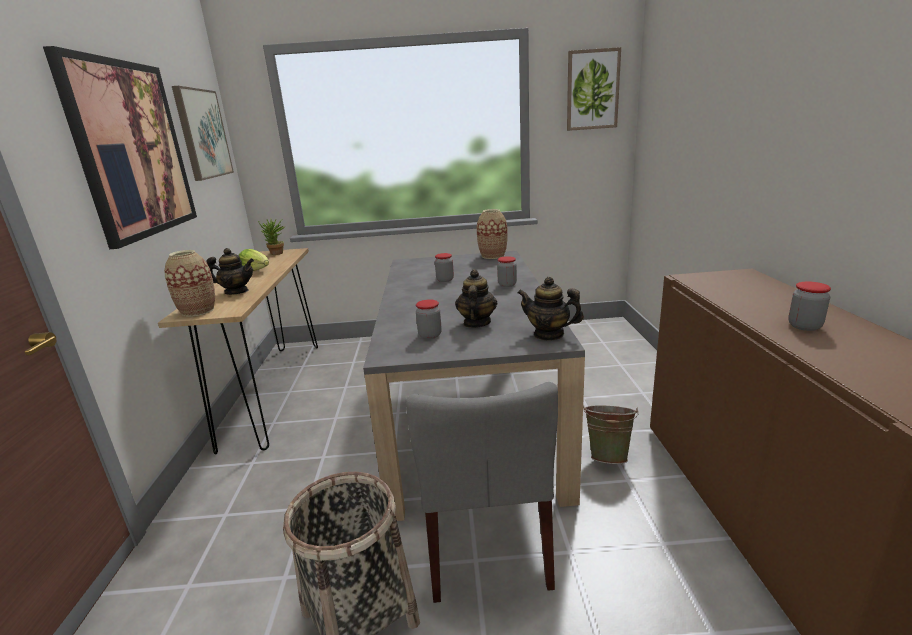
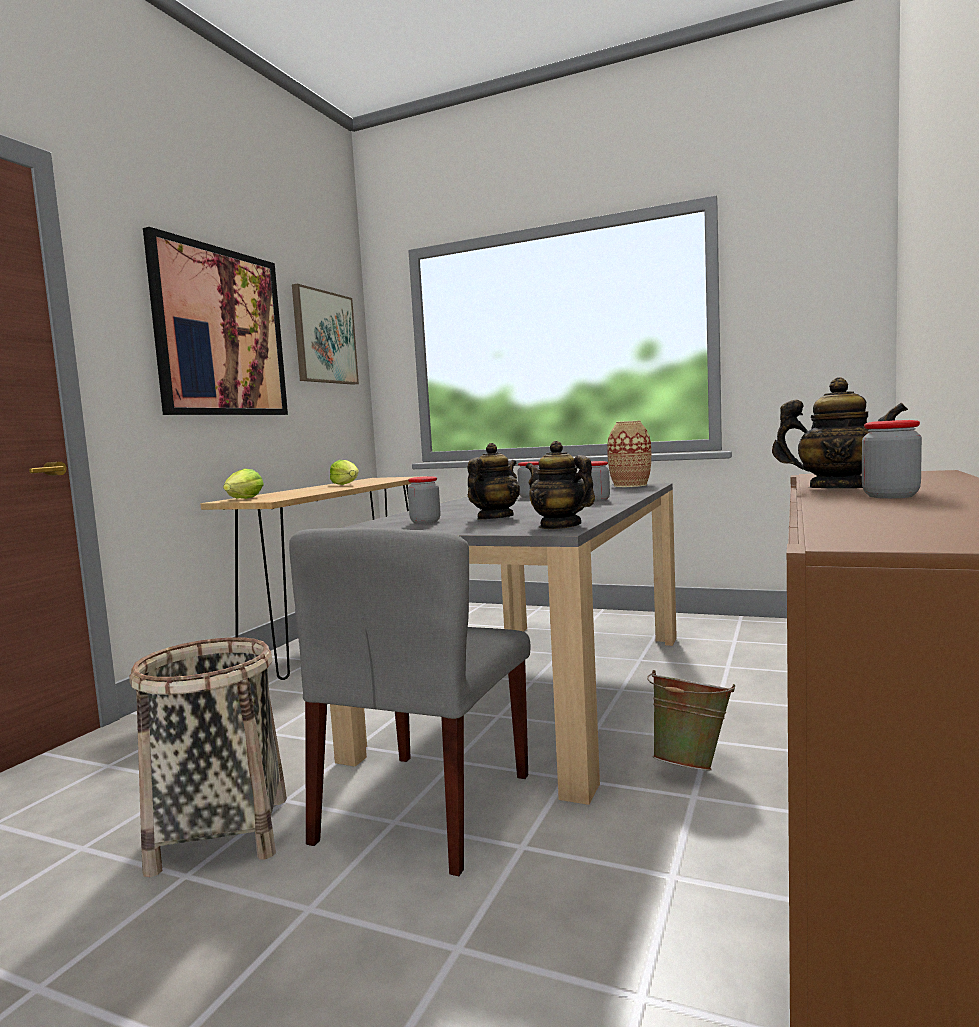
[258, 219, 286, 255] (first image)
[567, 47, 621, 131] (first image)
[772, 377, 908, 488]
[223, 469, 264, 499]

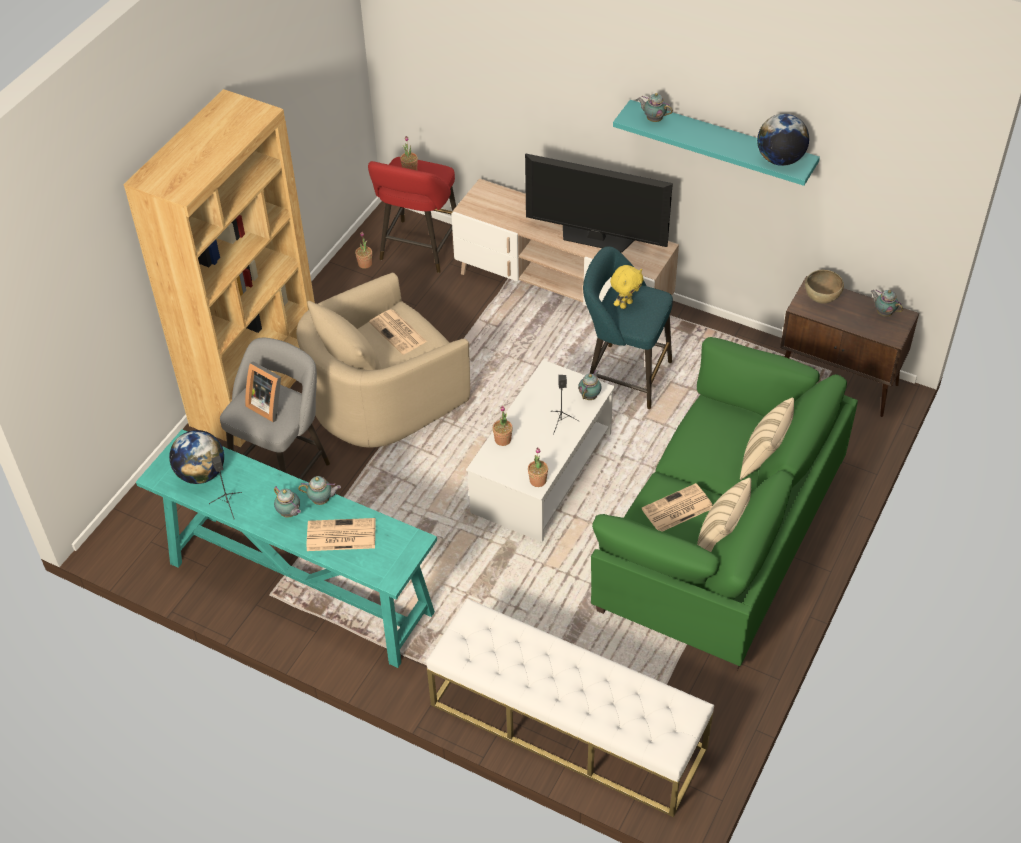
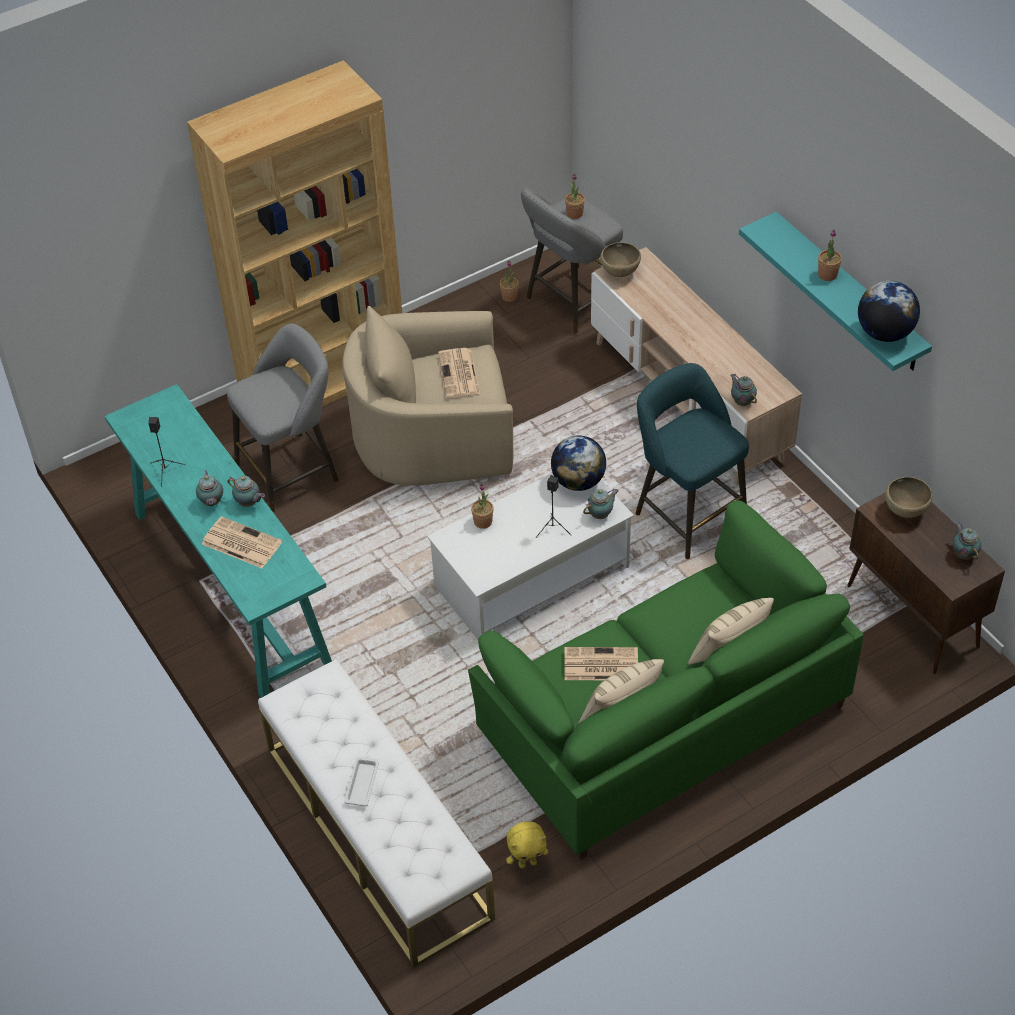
[245, 361, 281, 422] (first image)
[525, 154, 673, 253] (first image)
[344, 756, 379, 806]
[600, 242, 641, 277]
[551, 435, 606, 491]
[818, 230, 842, 281]
[506, 821, 548, 868]
[730, 374, 757, 406]
[521, 188, 623, 334]

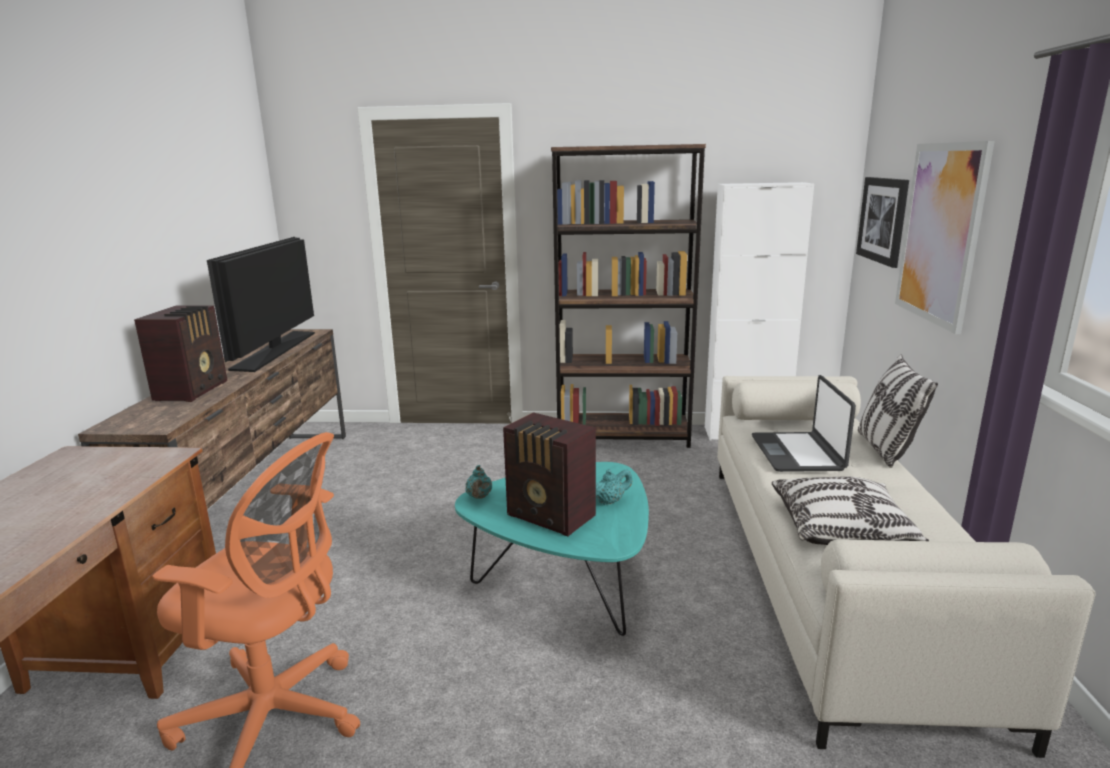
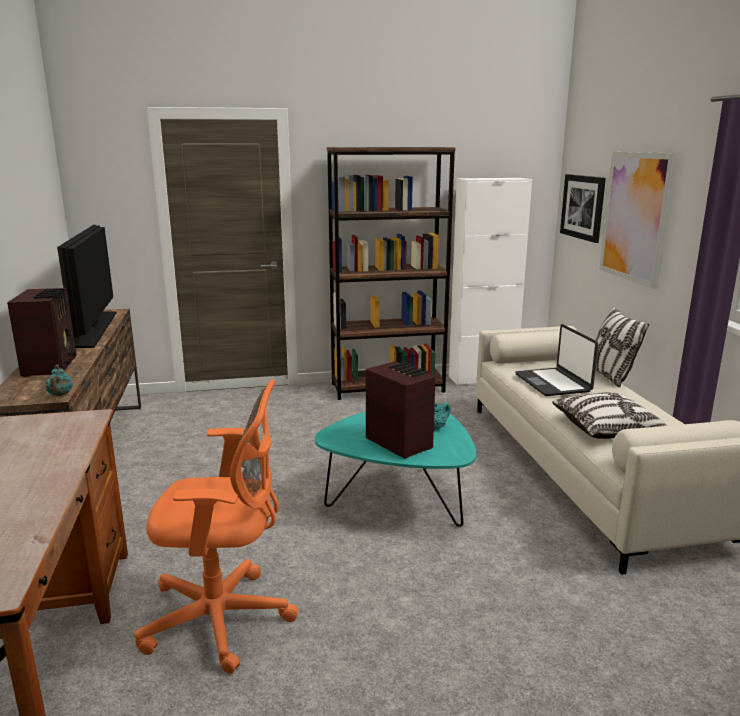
[46, 365, 73, 396]
[366, 361, 435, 459]

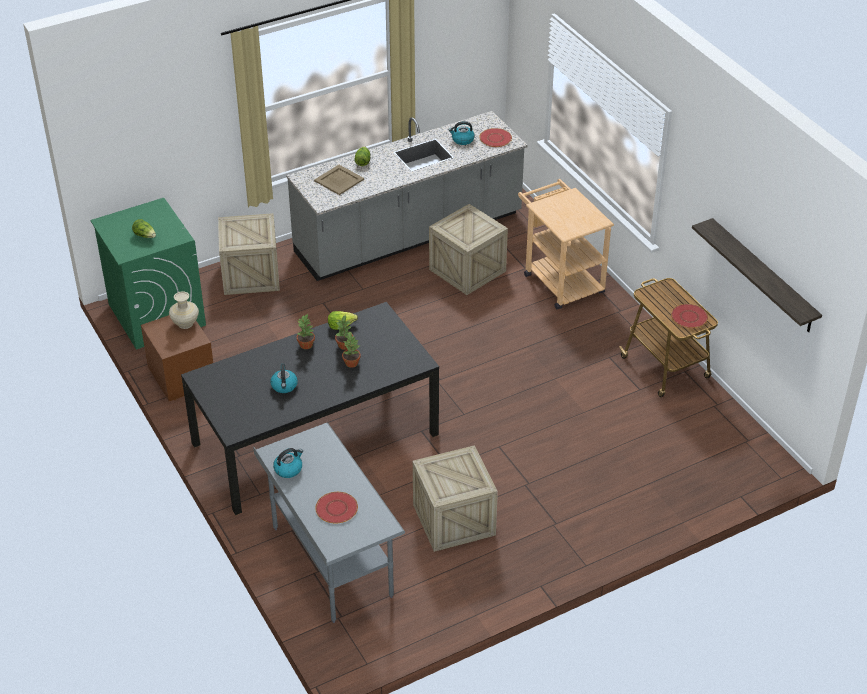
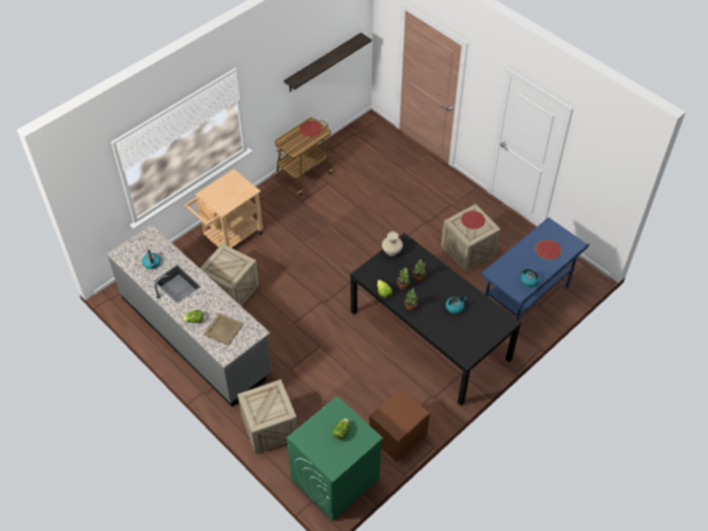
[382, 231, 403, 256]
[461, 211, 485, 229]
[481, 217, 589, 321]

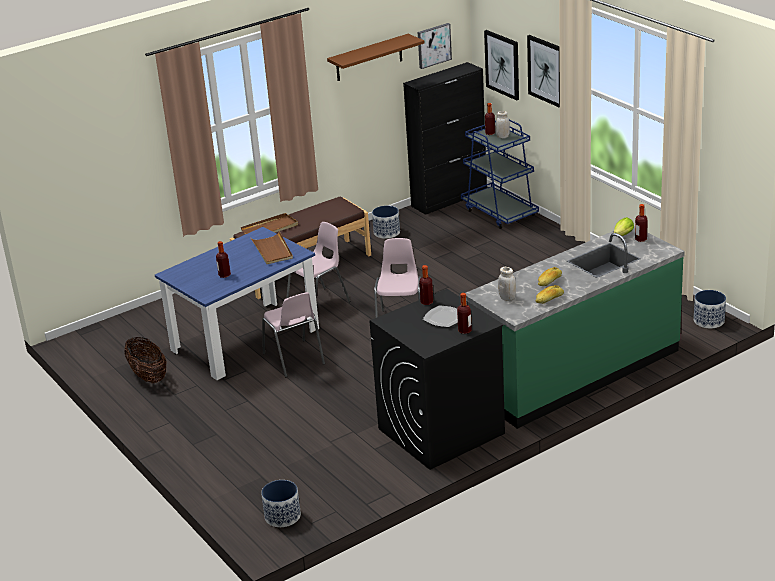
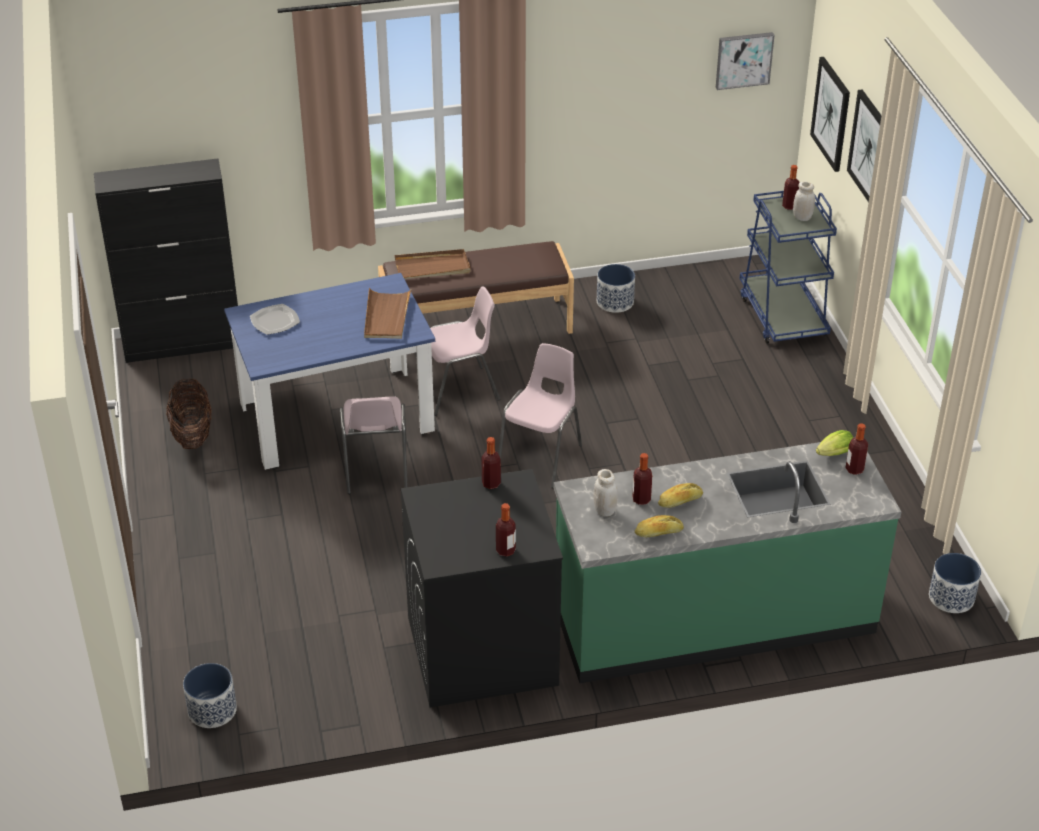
[327, 34, 424, 81] (first image)
[633, 453, 652, 505]
[94, 159, 238, 363]
[250, 304, 300, 335]

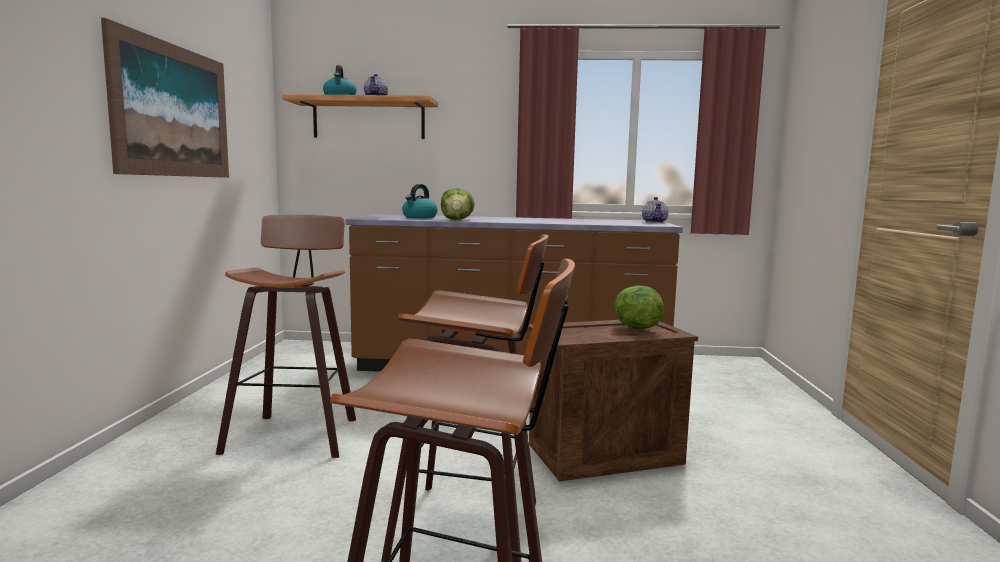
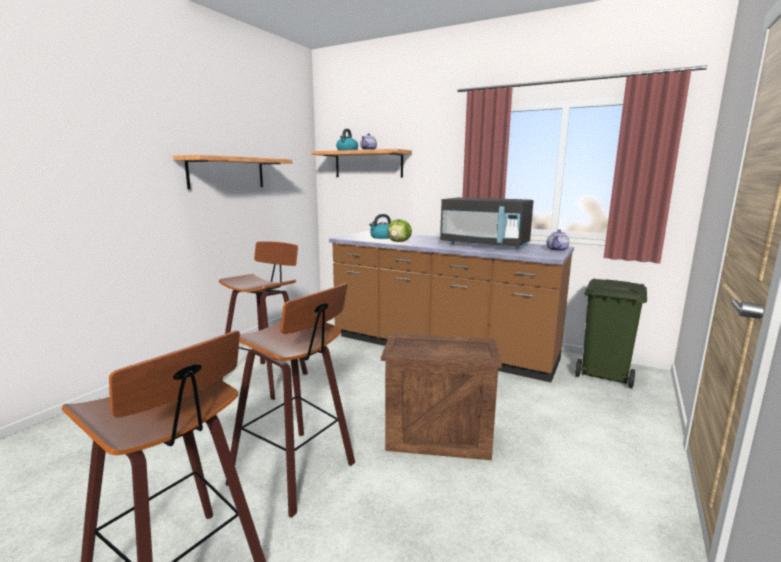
[614, 286, 664, 329] (first image)
[440, 197, 533, 250]
[575, 278, 647, 388]
[173, 155, 292, 189]

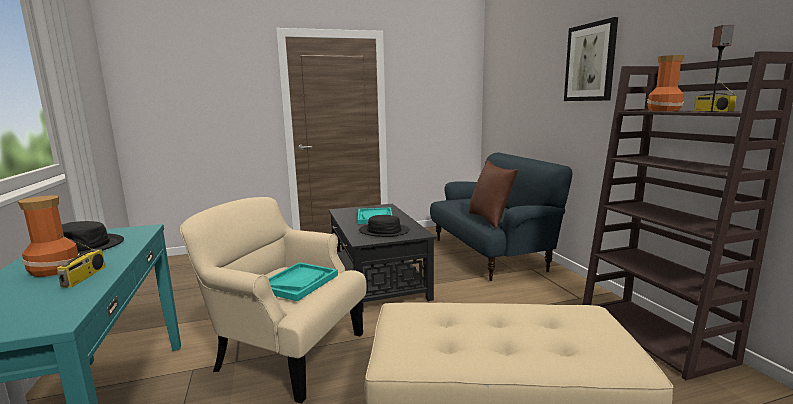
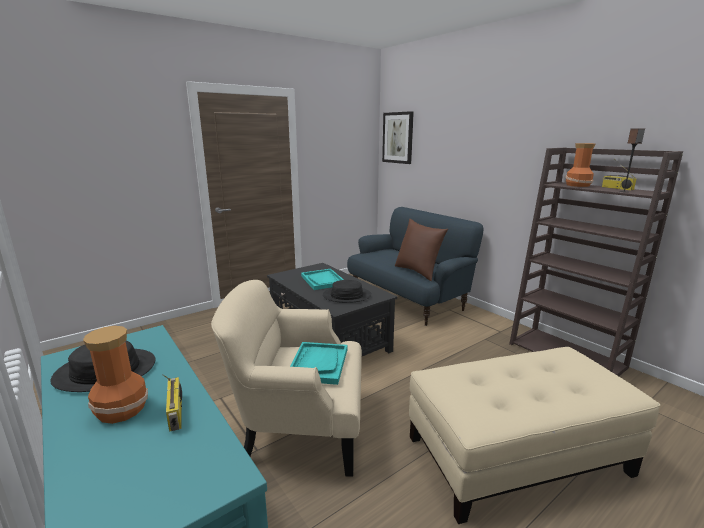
[382, 111, 414, 164]

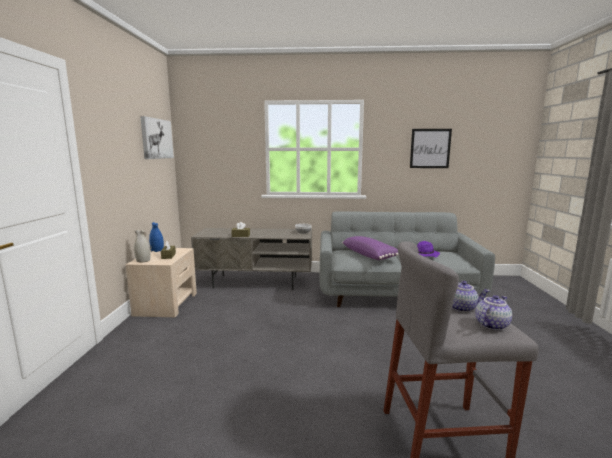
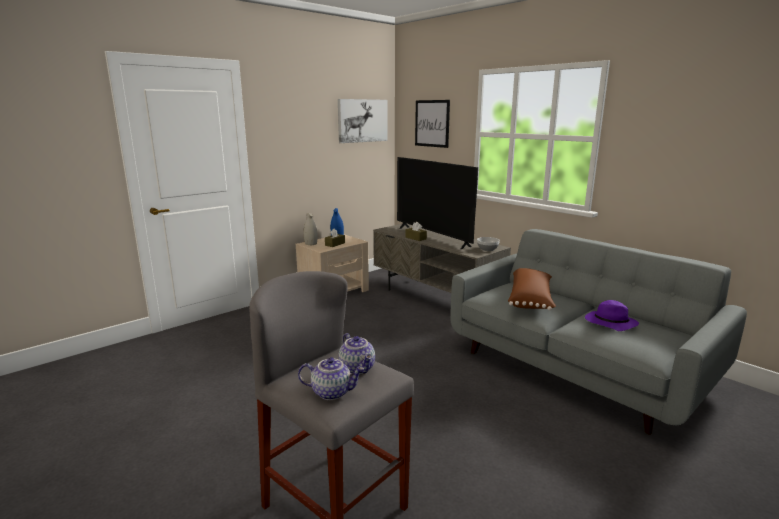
[397, 157, 478, 249]
[415, 100, 450, 148]
[508, 268, 556, 310]

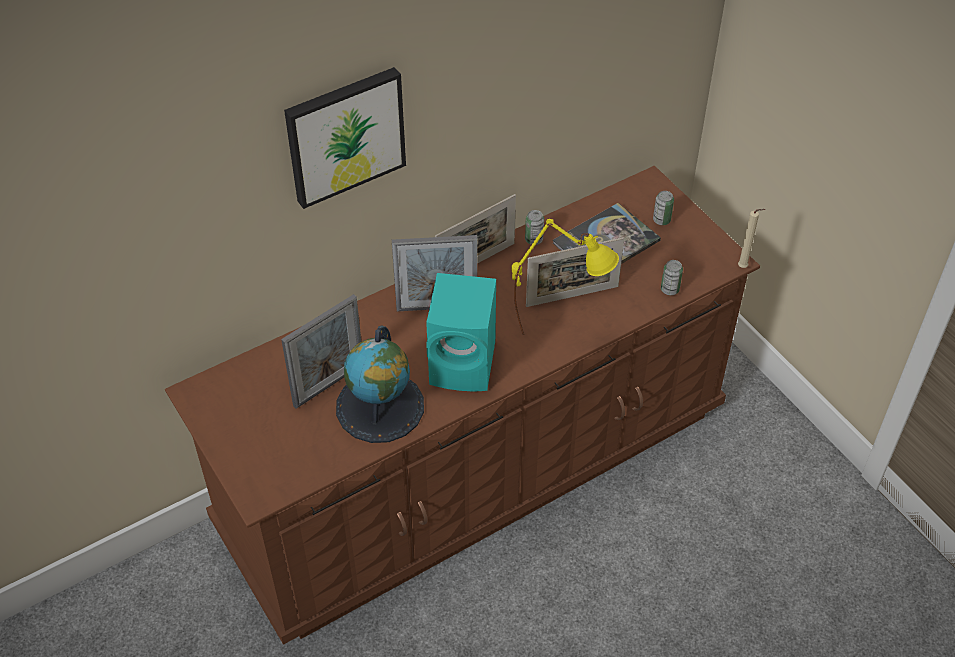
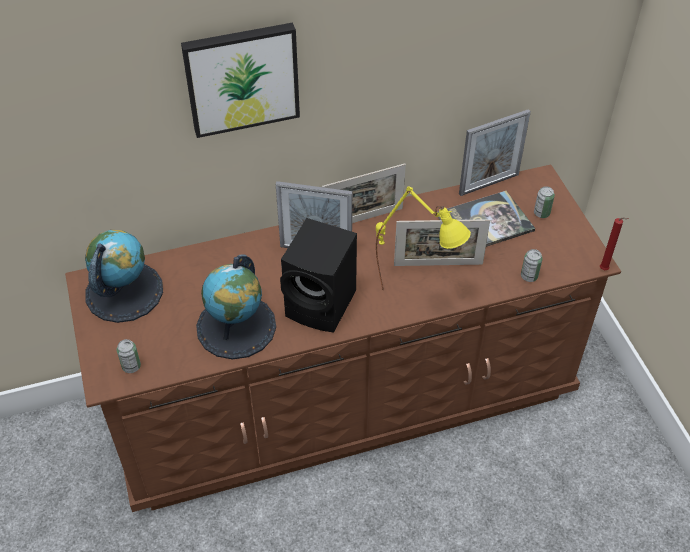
[85, 230, 163, 323]
[459, 109, 531, 196]
[117, 339, 141, 373]
[280, 218, 357, 332]
[600, 217, 629, 270]

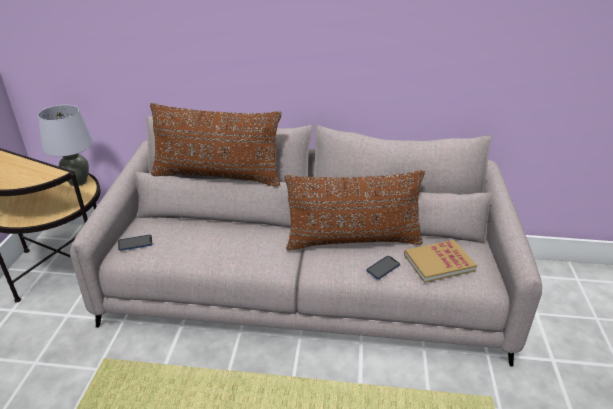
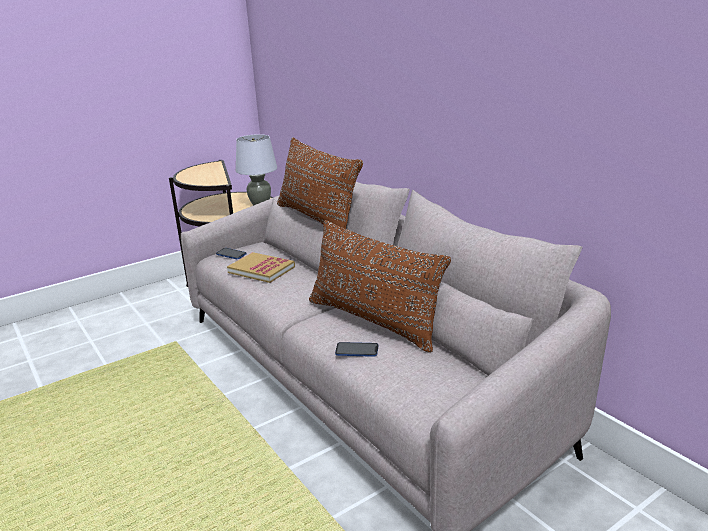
[227, 252, 295, 283]

